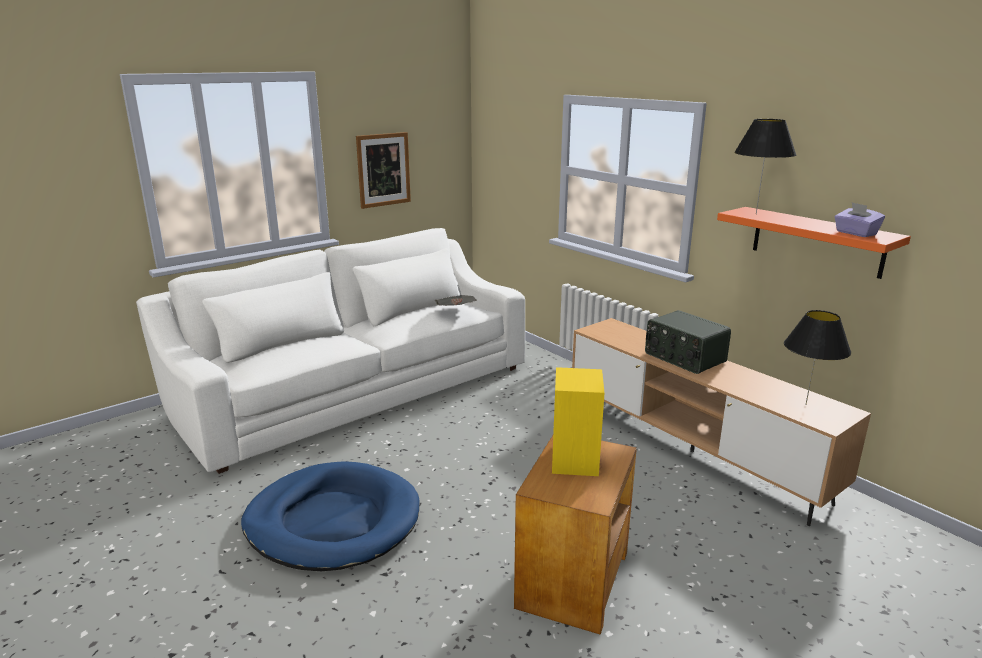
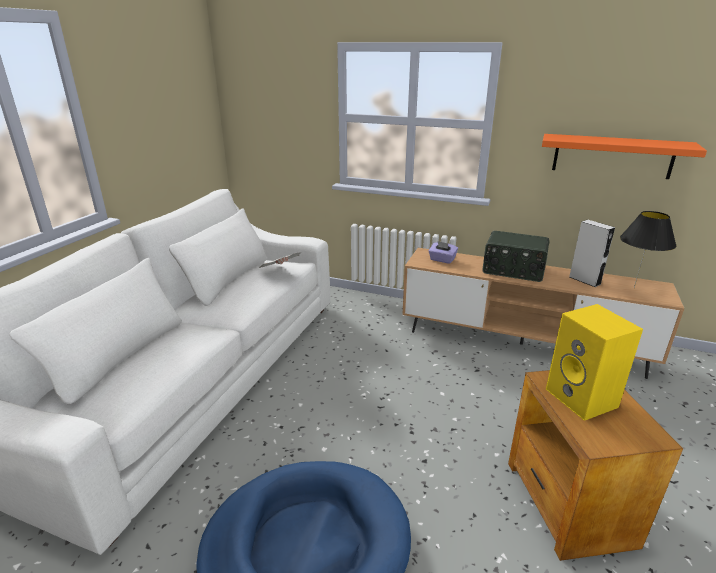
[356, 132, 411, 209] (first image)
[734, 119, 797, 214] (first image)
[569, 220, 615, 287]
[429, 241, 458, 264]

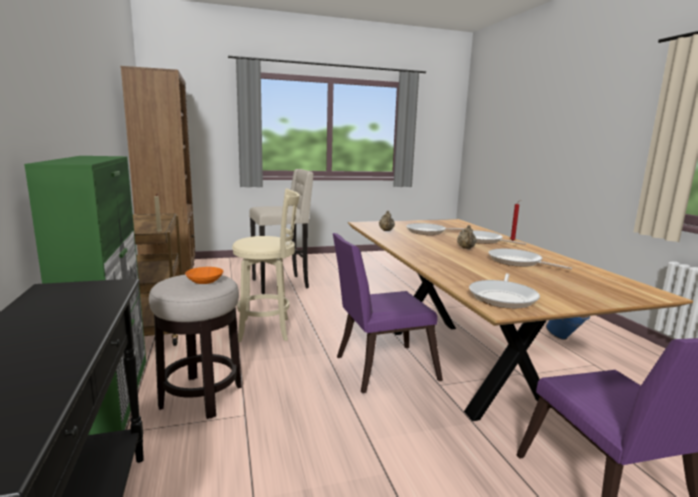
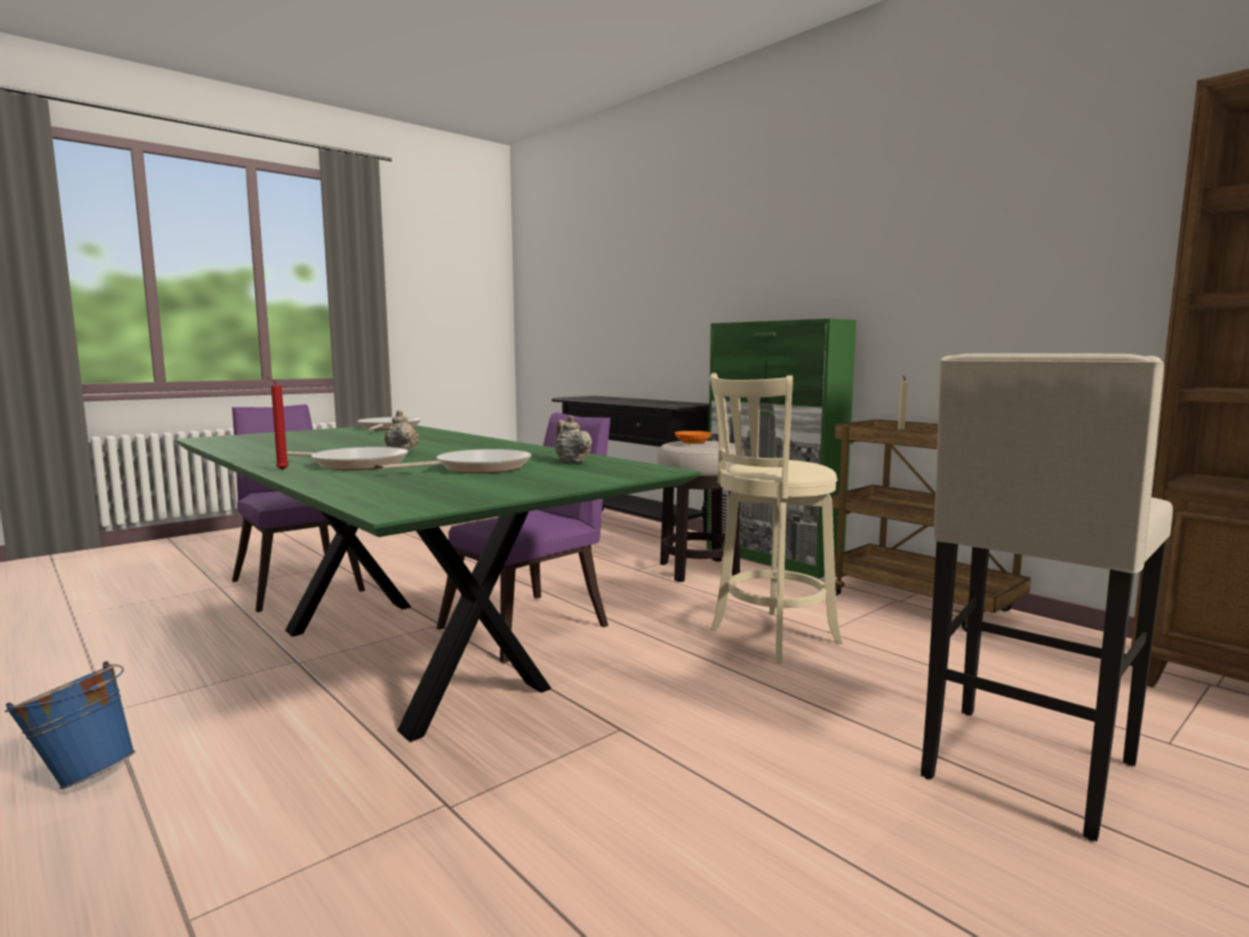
[489, 249, 572, 270] (first image)
[175, 425, 701, 742]

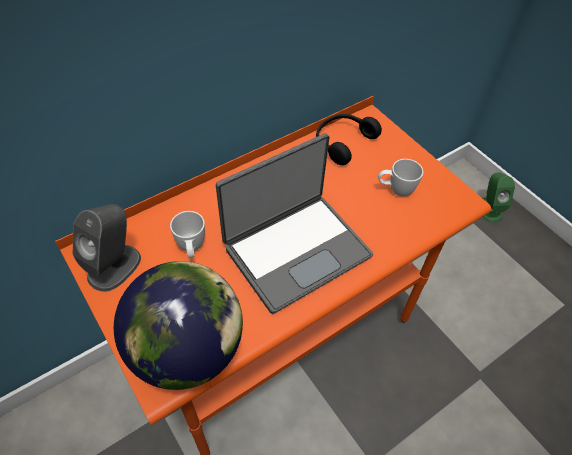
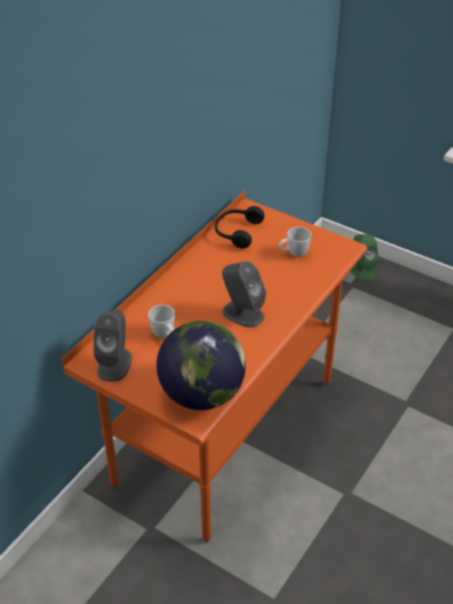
[222, 261, 266, 327]

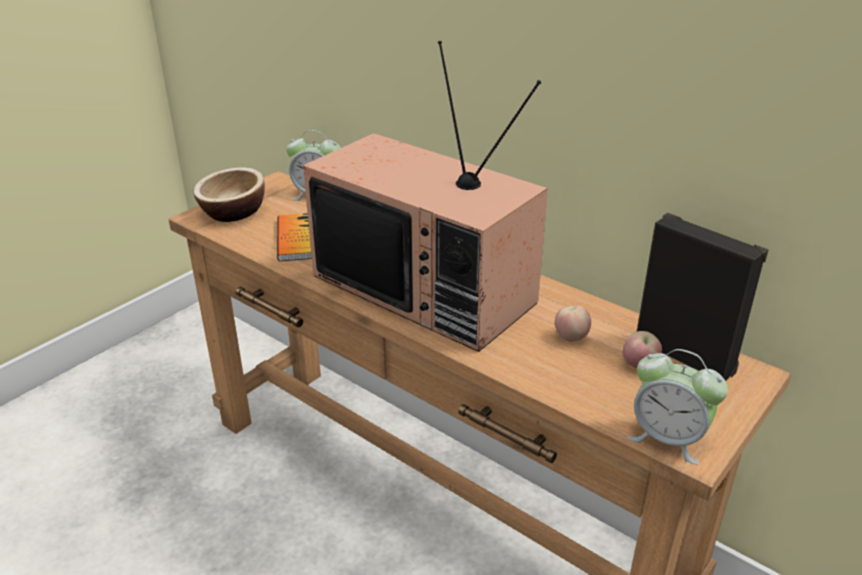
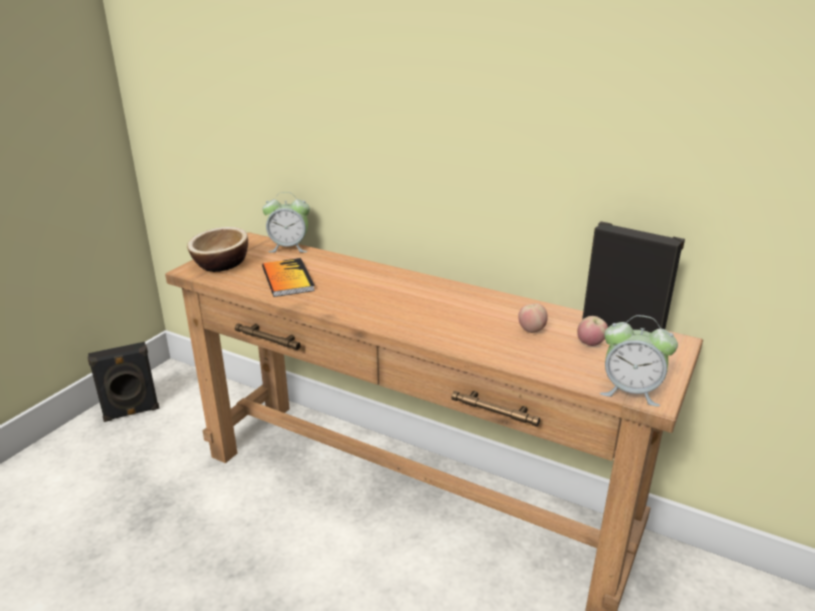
[303, 41, 548, 352] (first image)
[88, 342, 160, 422]

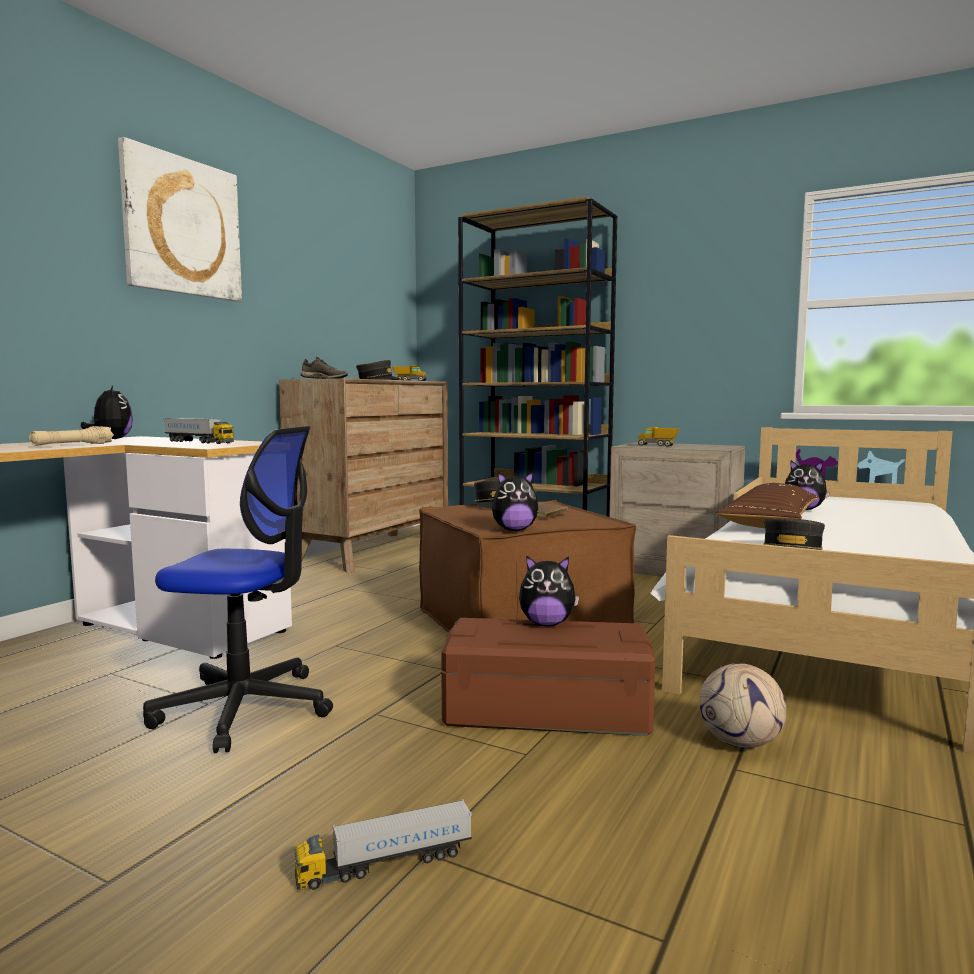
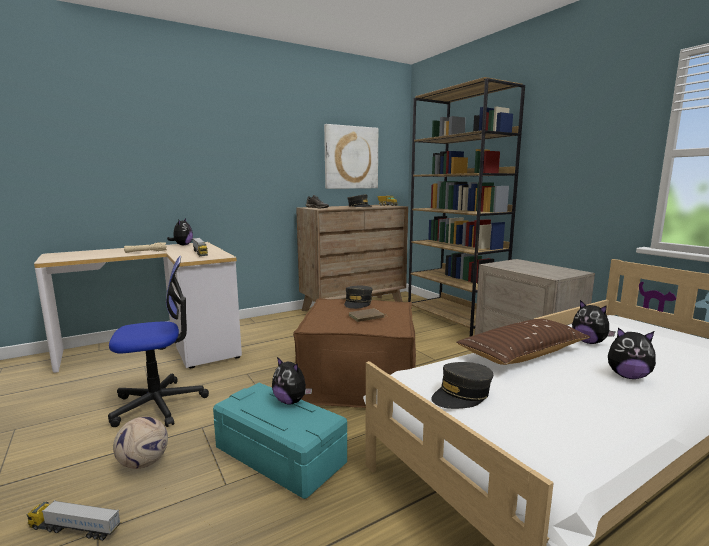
[637, 427, 680, 447] (first image)
[324, 124, 378, 189]
[608, 327, 656, 379]
[113, 417, 168, 469]
[213, 383, 347, 499]
[108, 256, 209, 427]

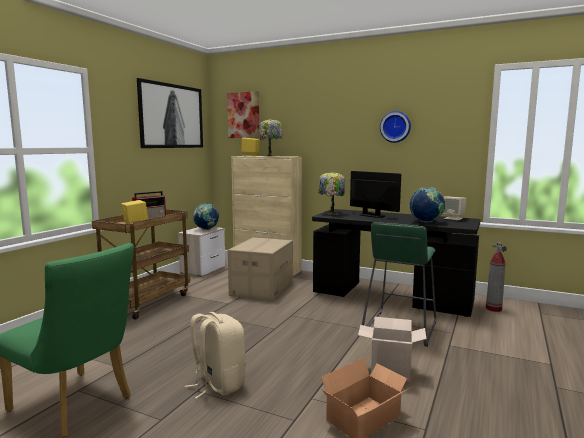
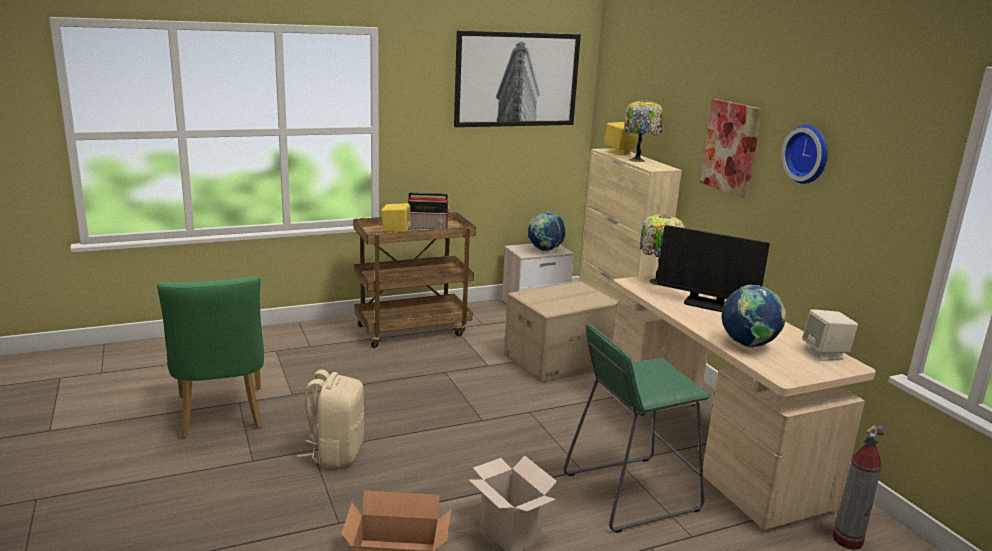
[700, 99, 762, 199]
[608, 275, 876, 529]
[657, 225, 770, 312]

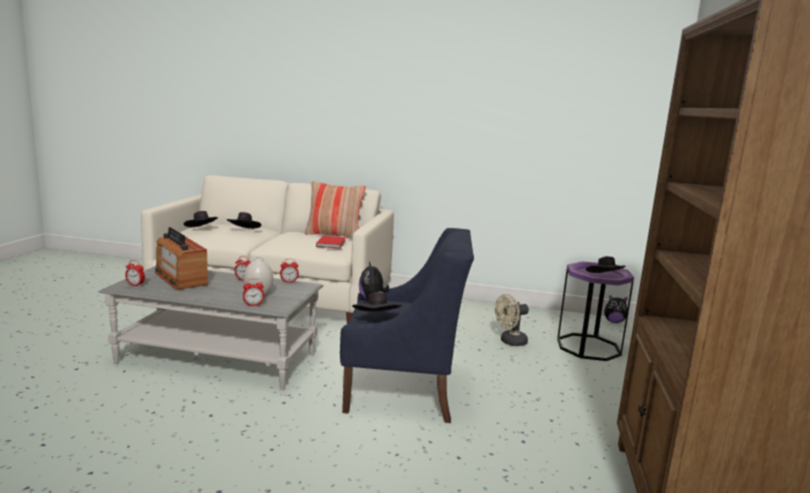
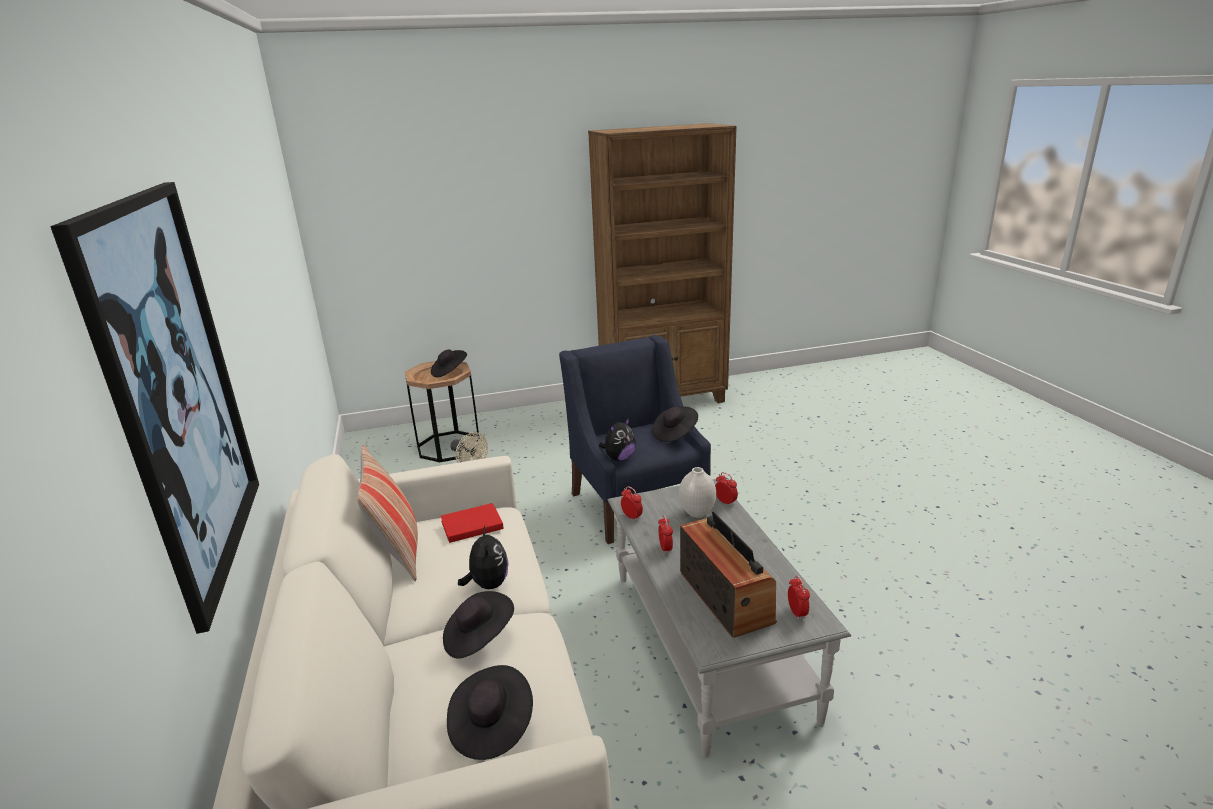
[51, 182, 259, 634]
[458, 526, 509, 589]
[405, 361, 479, 462]
[680, 511, 777, 638]

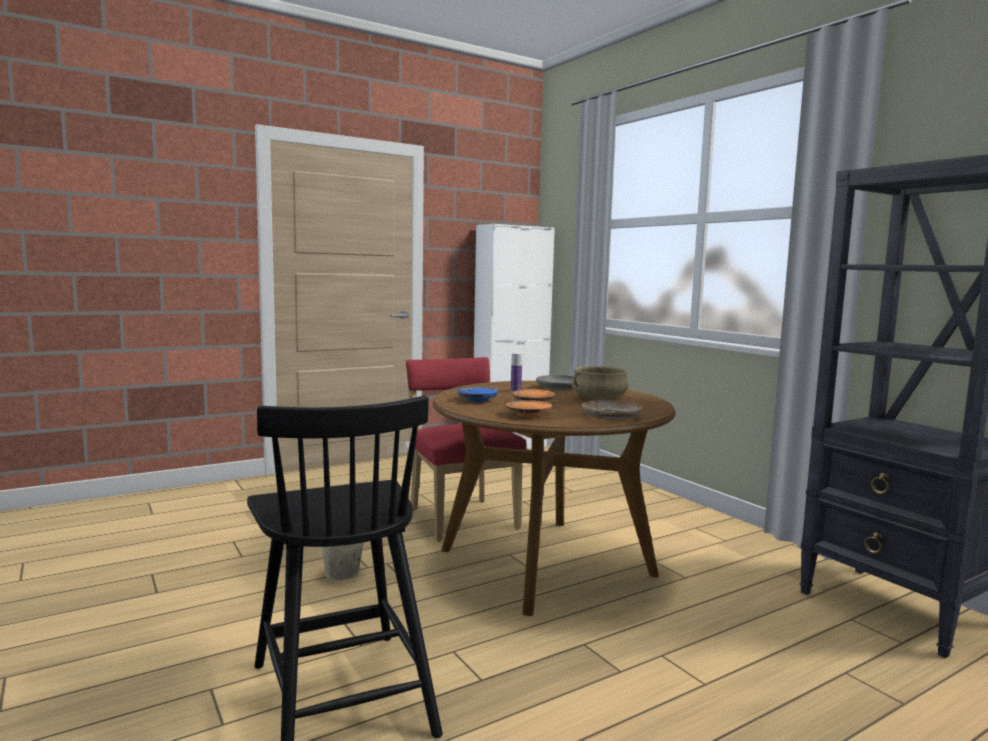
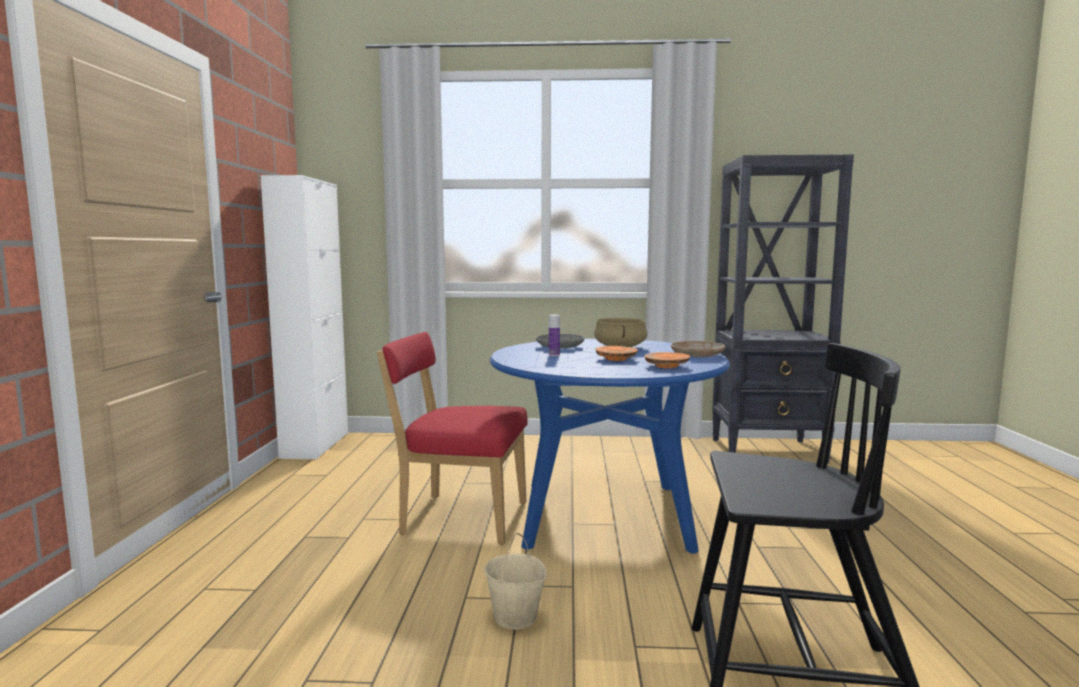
[457, 387, 498, 402] (first image)
[490, 339, 730, 554]

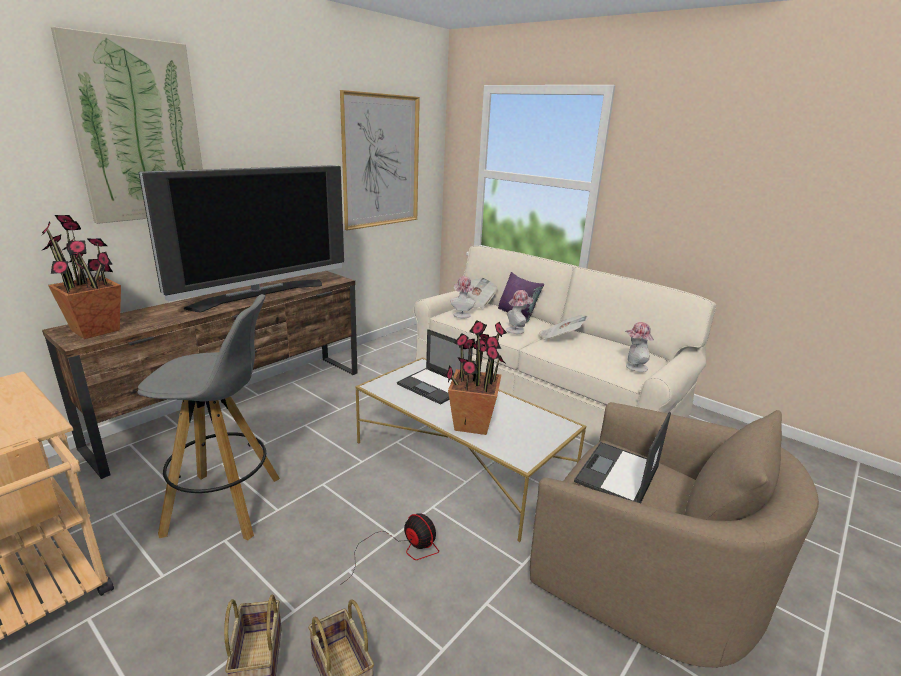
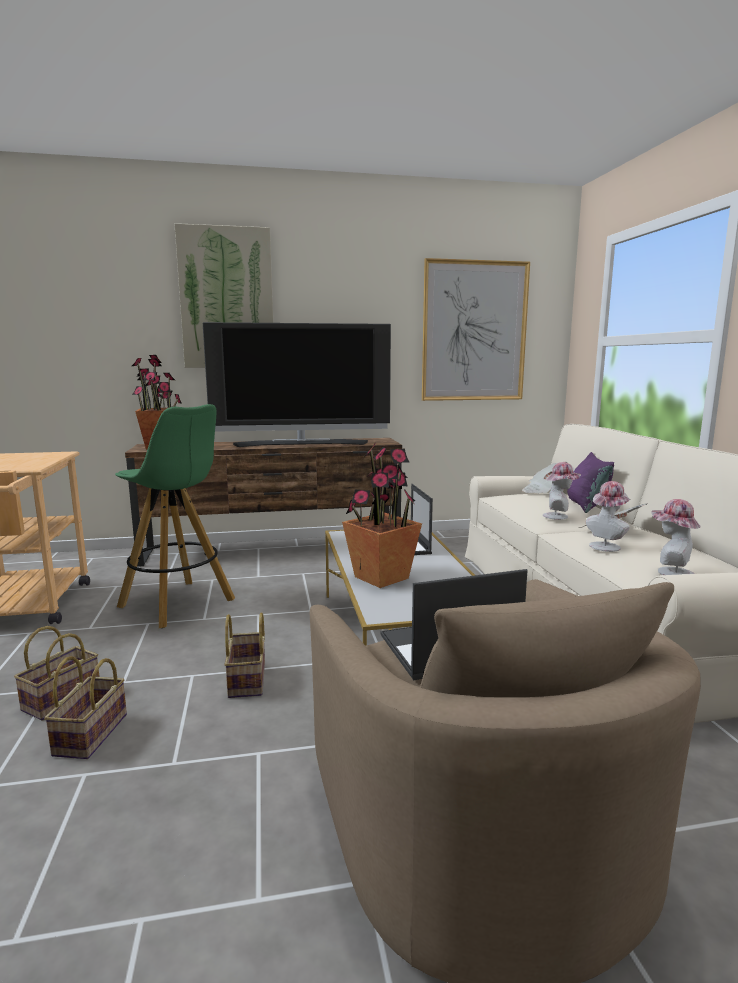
[586, 481, 630, 552]
[224, 612, 265, 698]
[115, 404, 235, 628]

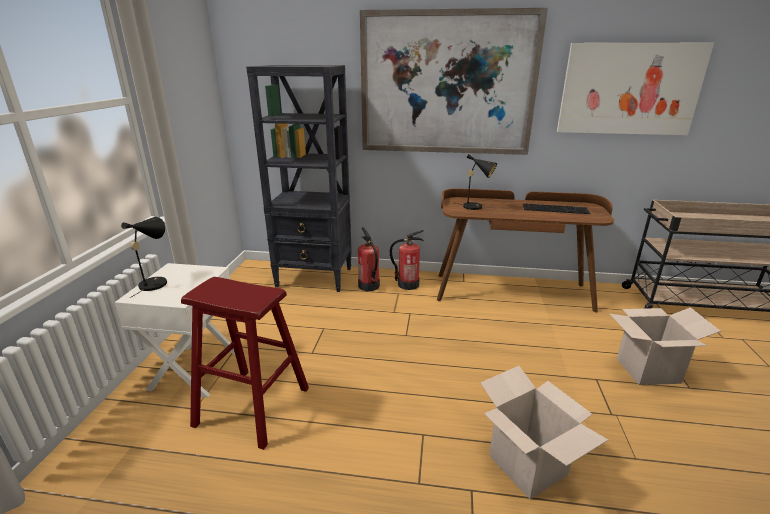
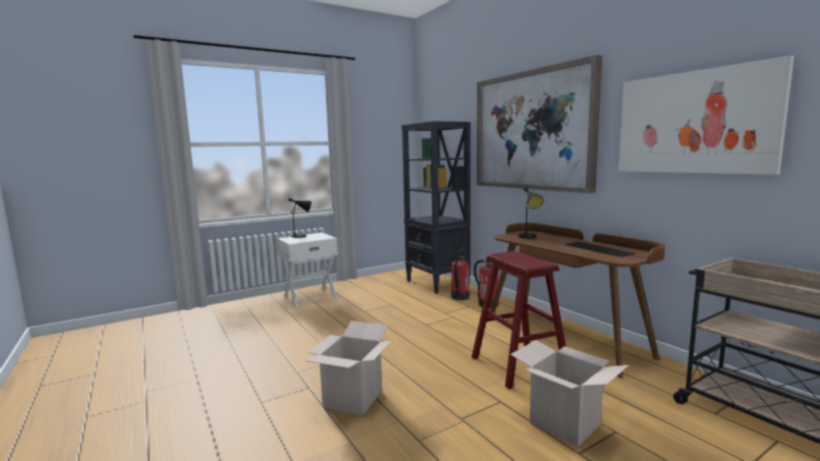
[472, 251, 566, 389]

